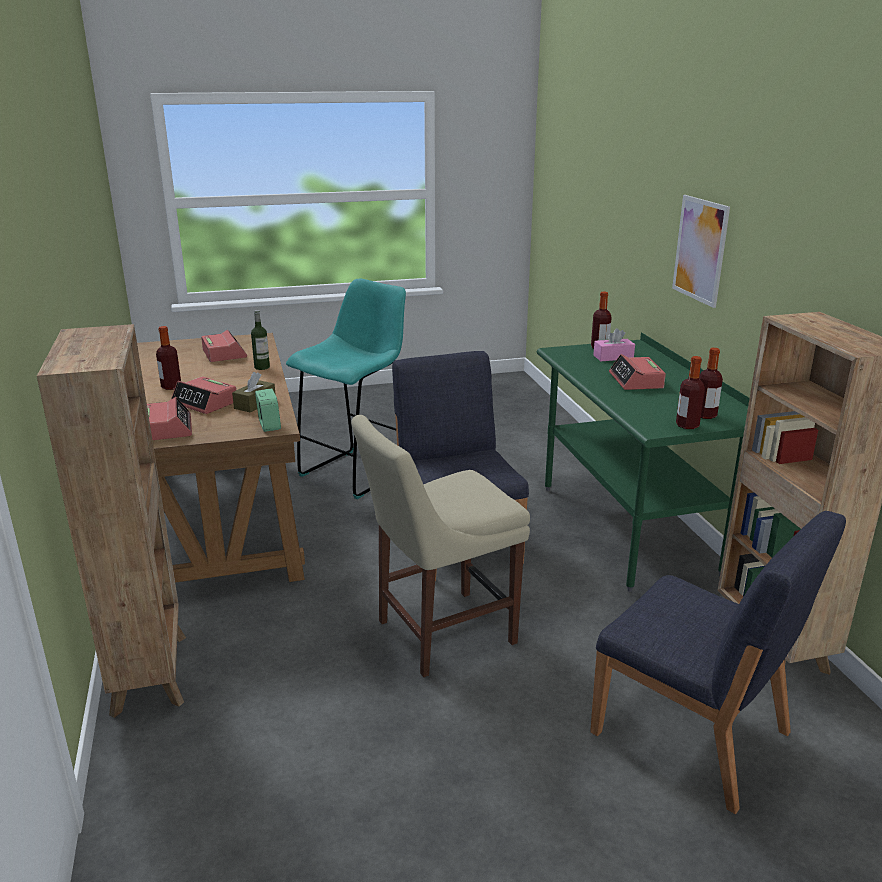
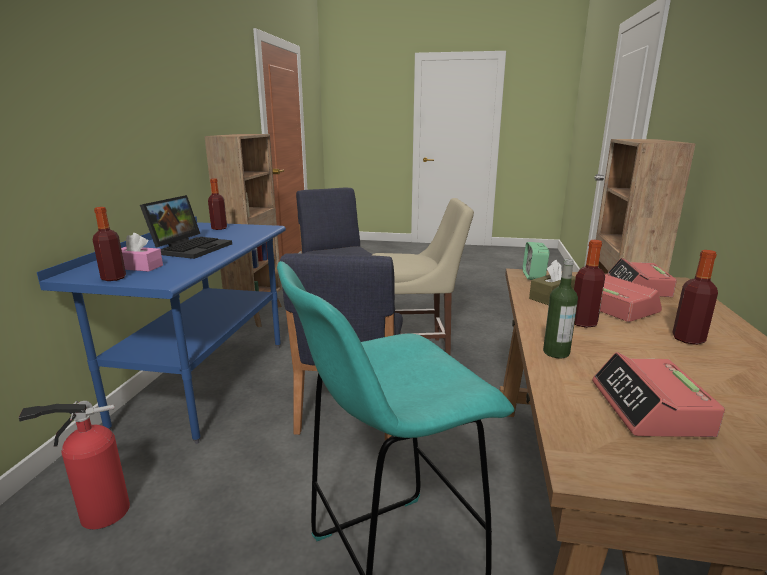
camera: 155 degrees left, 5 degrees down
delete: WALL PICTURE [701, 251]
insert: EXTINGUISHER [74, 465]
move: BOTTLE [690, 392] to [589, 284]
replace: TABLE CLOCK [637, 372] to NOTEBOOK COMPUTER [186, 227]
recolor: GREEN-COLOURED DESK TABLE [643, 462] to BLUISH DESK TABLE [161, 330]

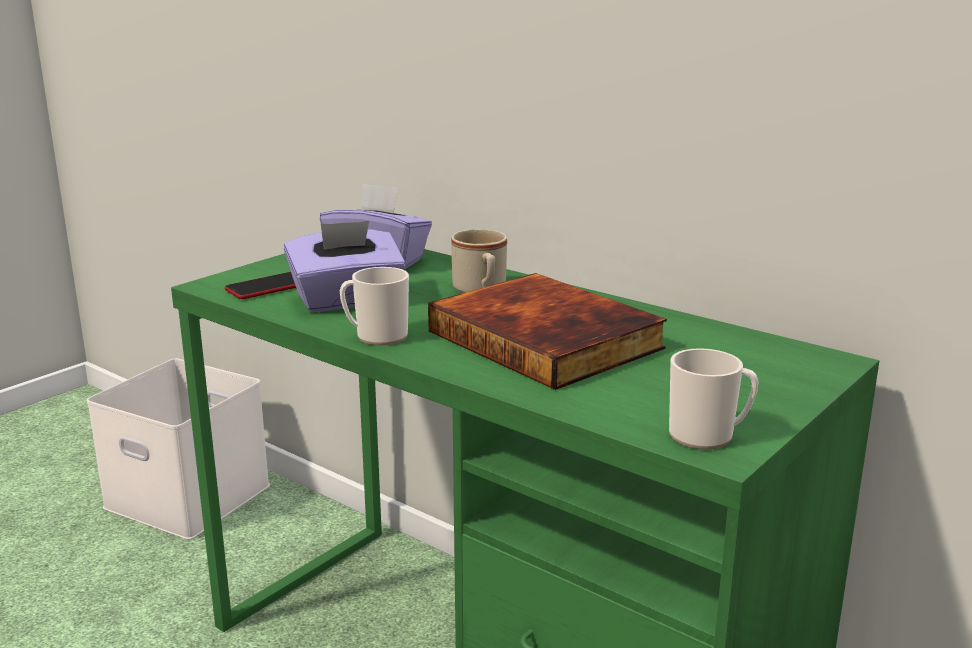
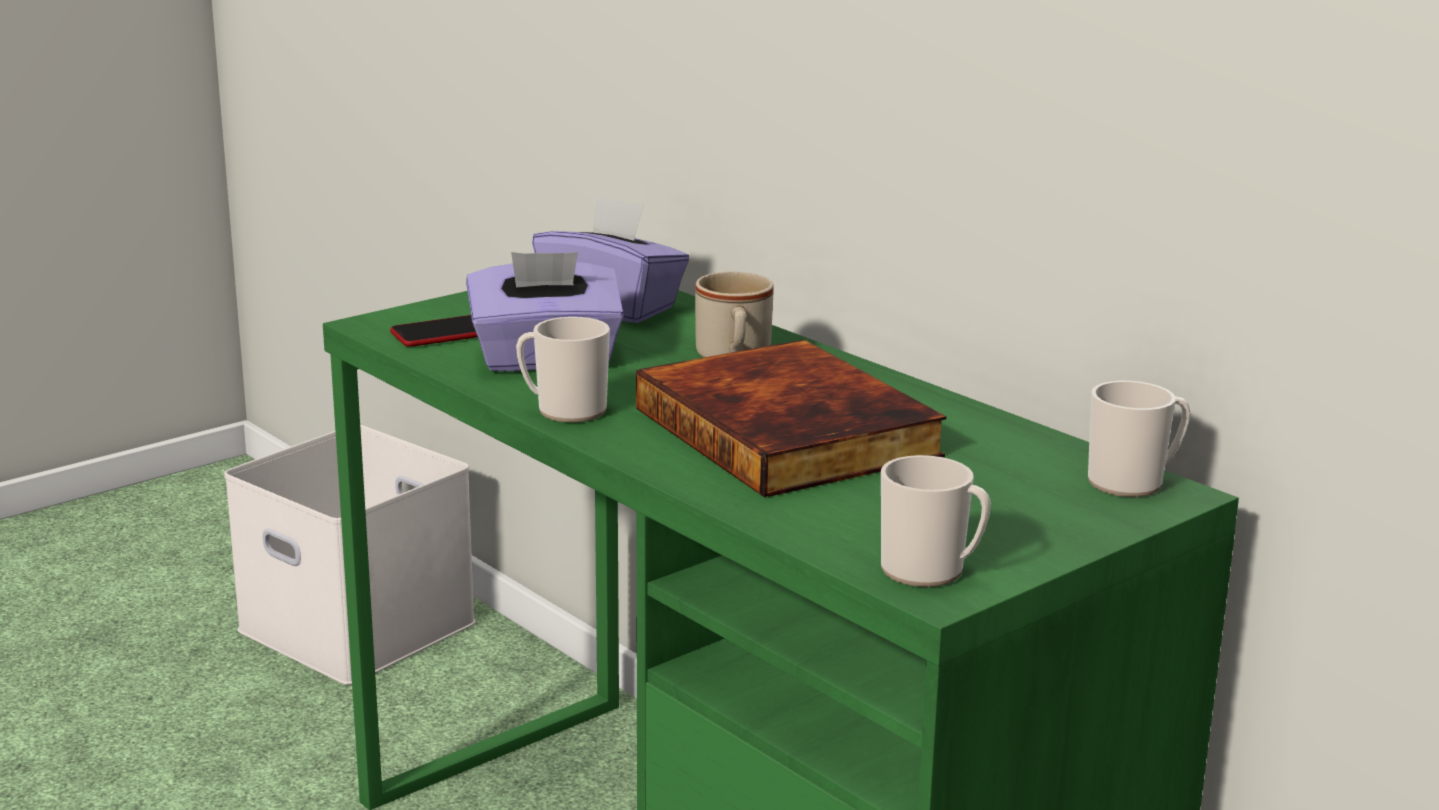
camera: 10 degrees right, 0 degrees up
insert: TEA MUG [1139, 439]

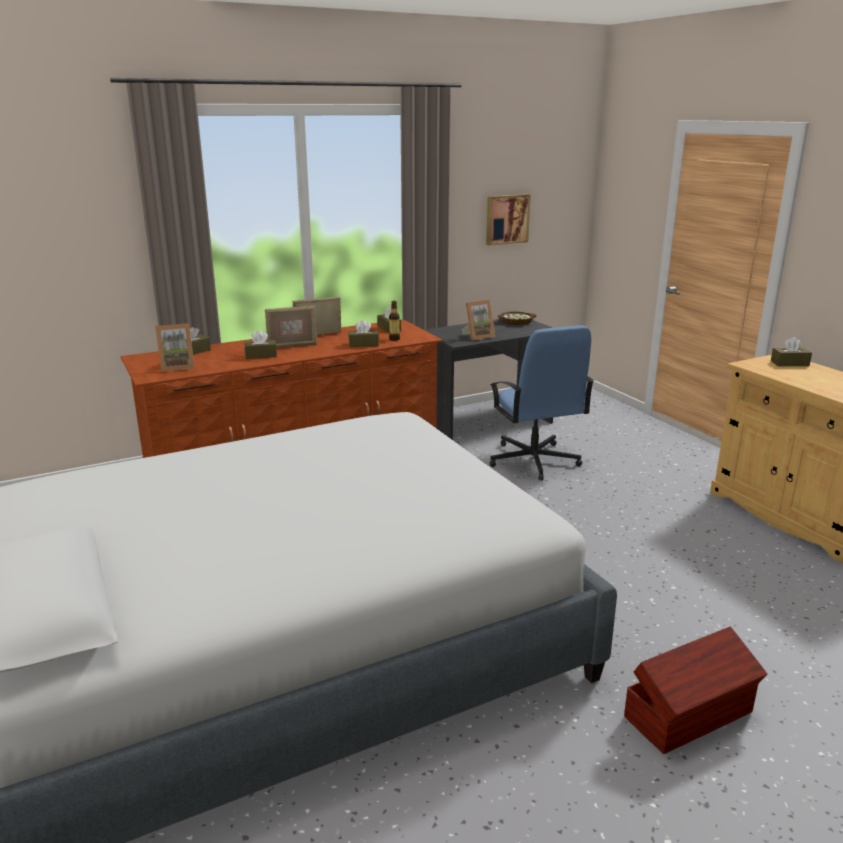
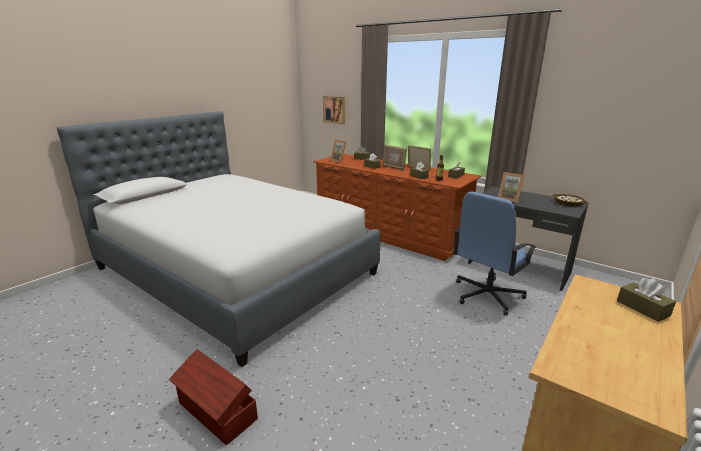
camera: 65 degrees right, 0 degrees up
move: WALL PICTURE [508, 220] to [334, 110]

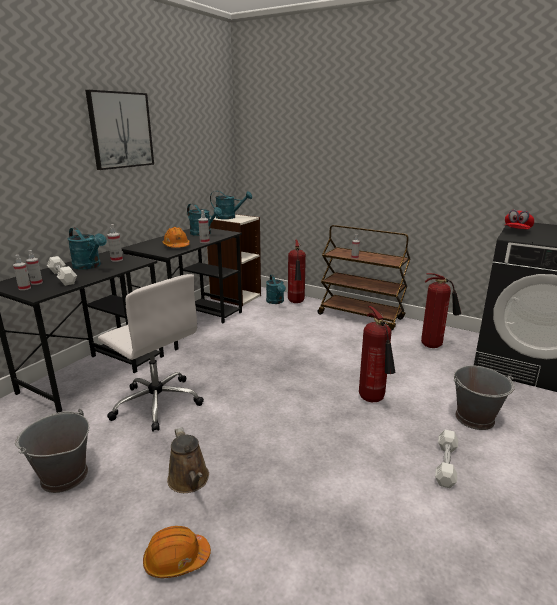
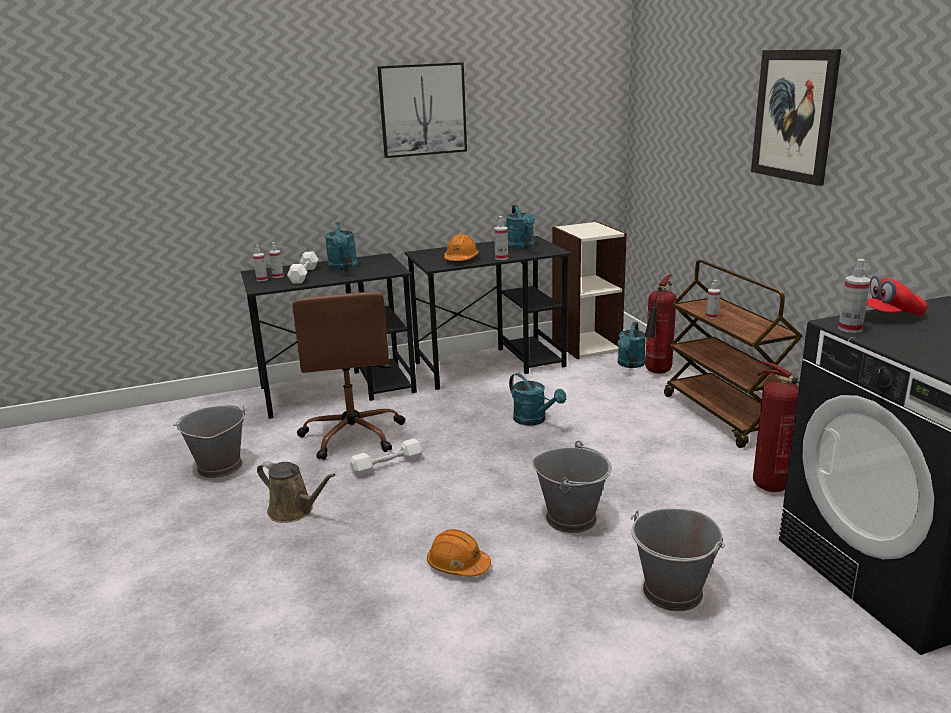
camera: 40 degrees right, 0 degrees up
insert: WALL PICTURE [796, 117]
move: SPRAY BOTTLE [115, 243] to [854, 296]; ORANGE HARD HAT [177, 552] to [459, 553]; TURQUOISE SPRINKLING CAN [231, 205] to [537, 399]; WHITE-COLOURED DUMBBELL [446, 459] to [386, 457]
replace: EXTINGUISHER [377, 354] to GREYISH WATER BUCKET [572, 487]
recolor: WHITE-COLOURED DESK CHAIR [151, 353] to BROWN-COLOURED DESK CHAIR [348, 376]
rotate: BROWN-COLOURED SPRINKLING CAN [188, 460] = [296, 492] 75 degrees counterclockwise

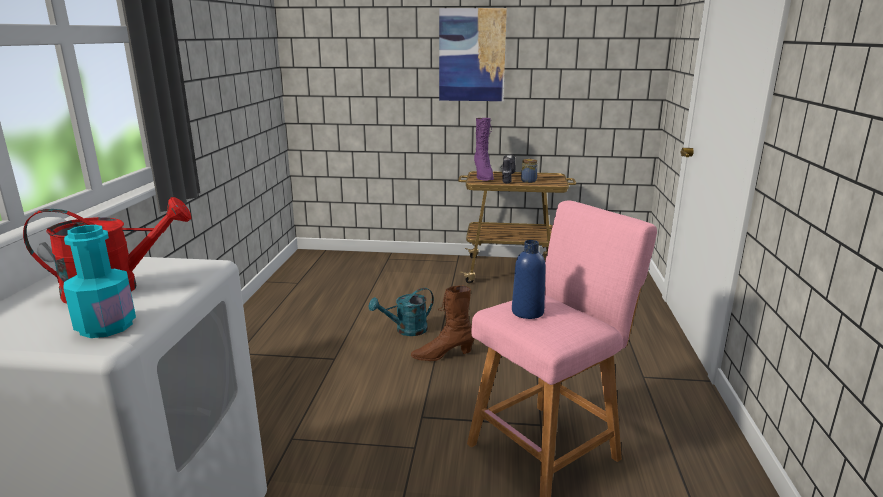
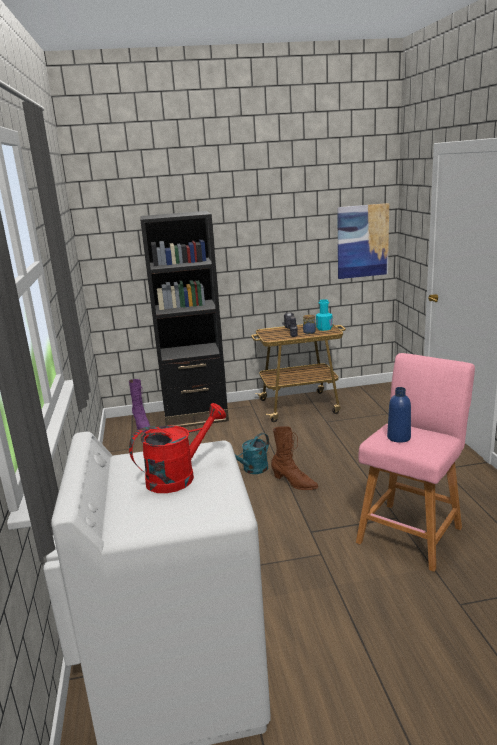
camera: 15 degrees left, 0 degrees up
insert: BLACK-COLOURED SHELVING UNIT [184, 319]
move: TURQUOISE BOTTLE [99, 281] to [324, 315]; WALL PICTURE [473, 54] to [363, 241]; PURPLE-COLOURED BOOT [484, 149] to [139, 405]
rotate: BROWN-COLOURED BOOT [442, 323] = [294, 458] 120 degrees counterclockwise

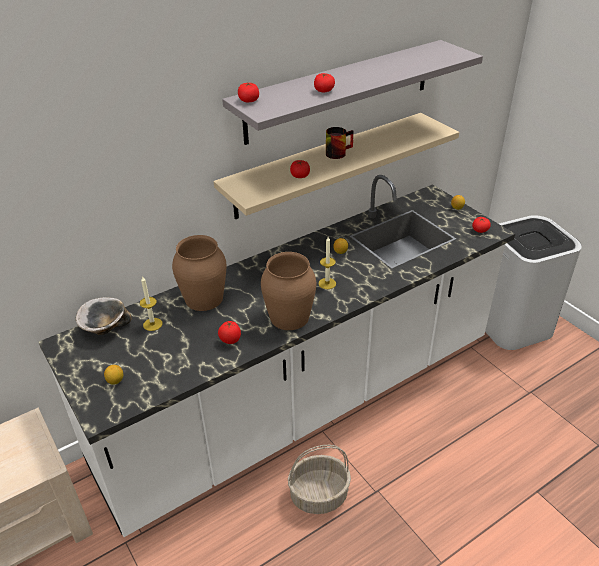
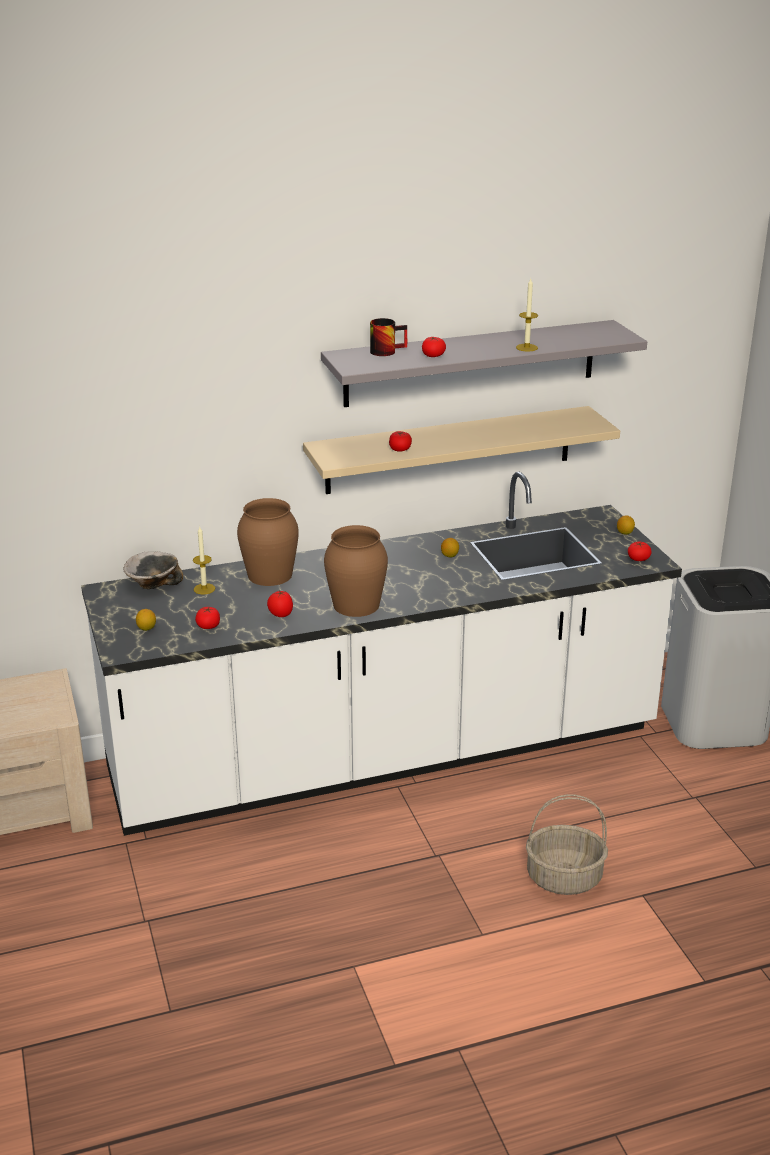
camera: 15 degrees right, 10 degrees down
move: FRESH TOMATO [248, 92] to [207, 617]; BASKET [319, 479] to [567, 844]; WAX LIGHT [327, 263] to [527, 315]; TEA MUG [339, 143] to [388, 337]

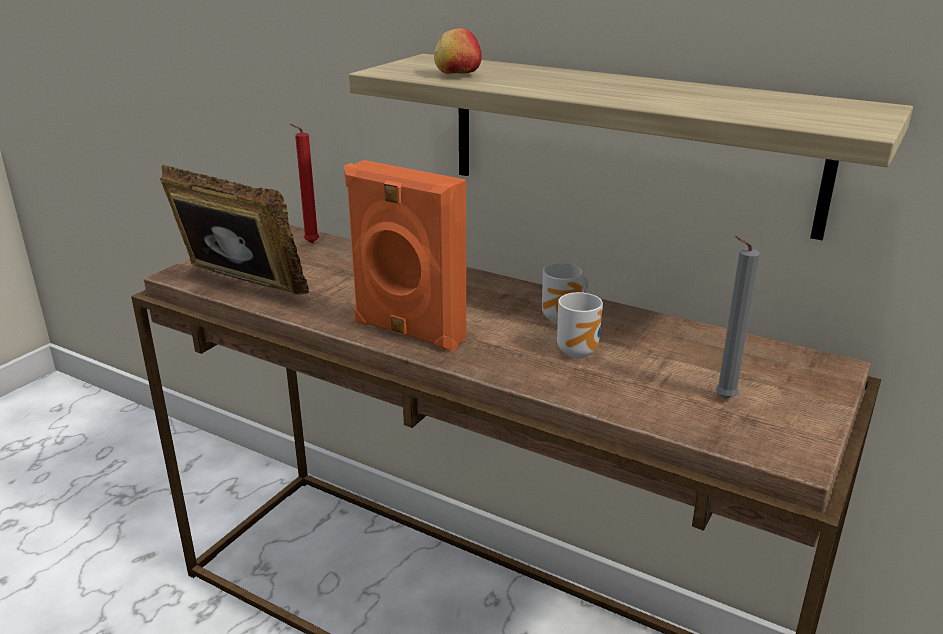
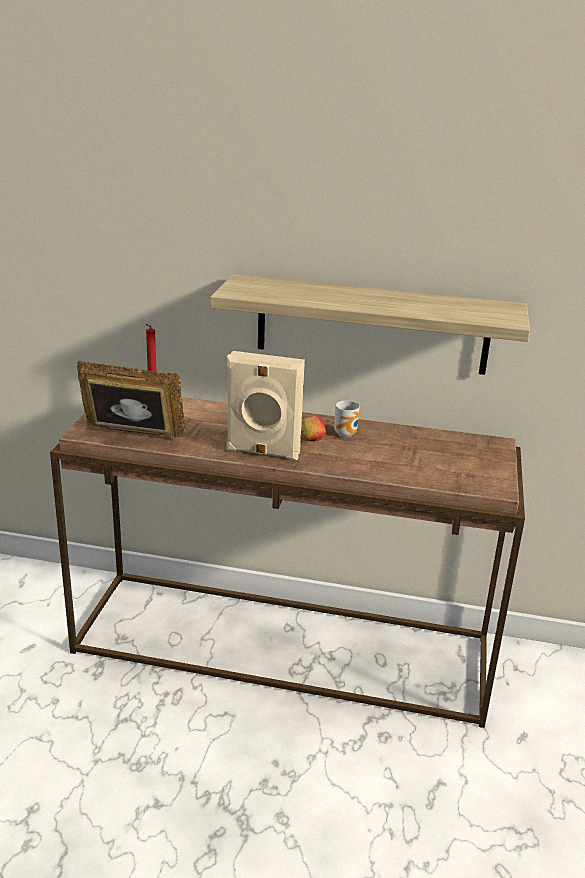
camera: 20 degrees left, 0 degrees up
delete: TEA MUG [580, 325]; GREYISH WAX LIGHT [738, 317]
move: WHOLE APPLE [458, 51] to [313, 428]
recolor: ORANGE AUDIO SPEAKER [405, 256] to BEIGE-COLOURED AUDIO SPEAKER [265, 405]

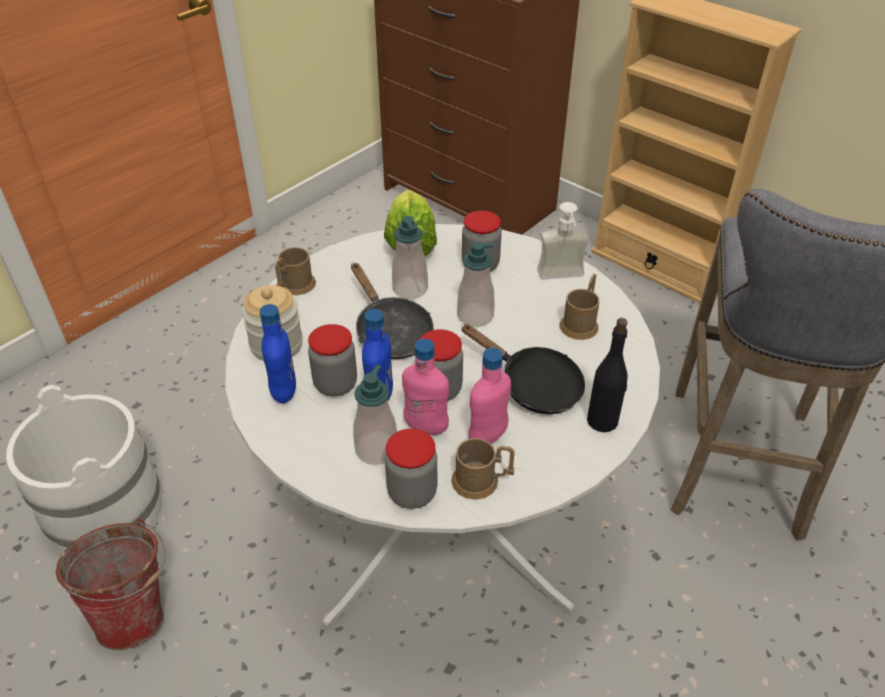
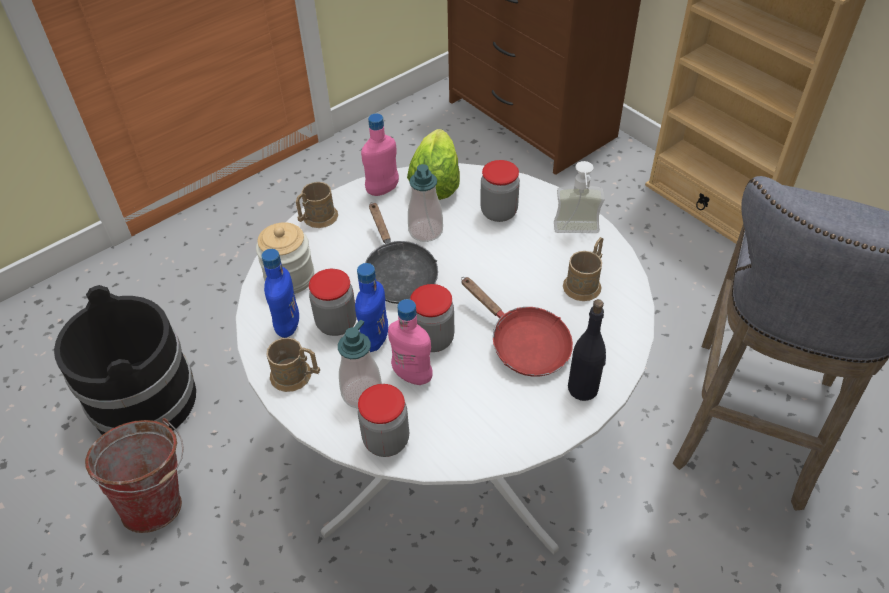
camera: 10 degrees right, 5 degrees up
delete: SOAP DISPENSER [475, 284]
move: BROWN-COLOURED TEA MUG [483, 469] to [293, 364]; PINKISH BOTTLE [489, 396] to [380, 154]
recolor: WHITE-COLOURED WATER BUCKET [84, 469] to BLACK-COLOURED WATER BUCKET [125, 360]; BLACK-COLOURED SKILLET [523, 369] to REDDISH SKILLET [517, 327]

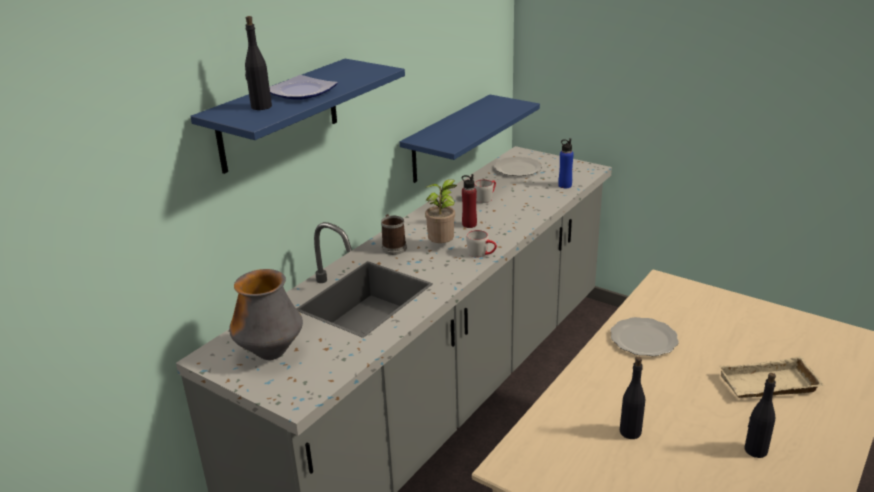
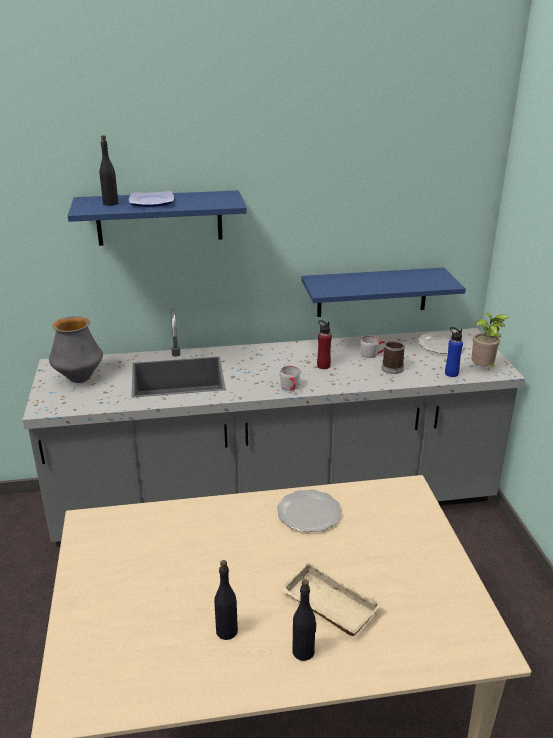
camera: 45 degrees right, 0 degrees up
move: TEA MUG [394, 234] to [393, 356]; POTTED PLANT [441, 211] to [490, 340]; BLACK-COLOURED BOTTLE [632, 397] to [304, 620]

